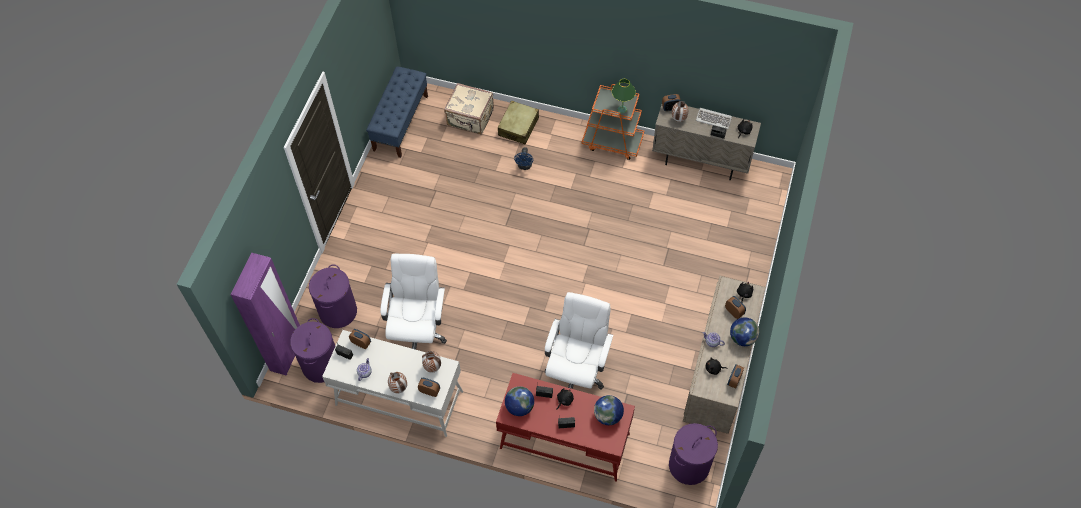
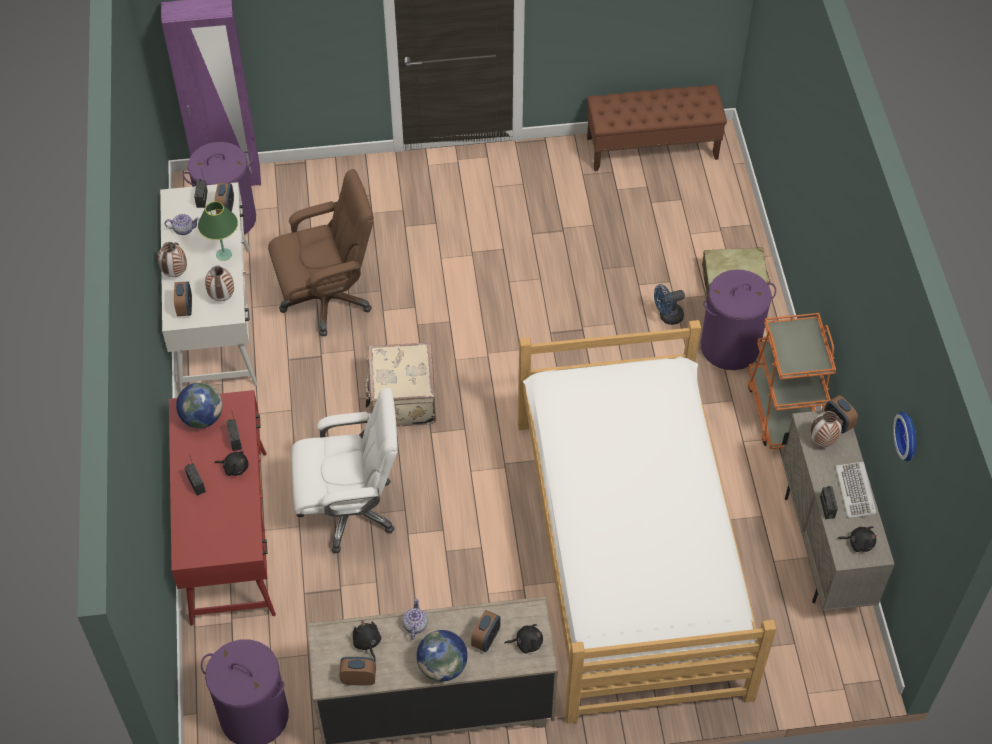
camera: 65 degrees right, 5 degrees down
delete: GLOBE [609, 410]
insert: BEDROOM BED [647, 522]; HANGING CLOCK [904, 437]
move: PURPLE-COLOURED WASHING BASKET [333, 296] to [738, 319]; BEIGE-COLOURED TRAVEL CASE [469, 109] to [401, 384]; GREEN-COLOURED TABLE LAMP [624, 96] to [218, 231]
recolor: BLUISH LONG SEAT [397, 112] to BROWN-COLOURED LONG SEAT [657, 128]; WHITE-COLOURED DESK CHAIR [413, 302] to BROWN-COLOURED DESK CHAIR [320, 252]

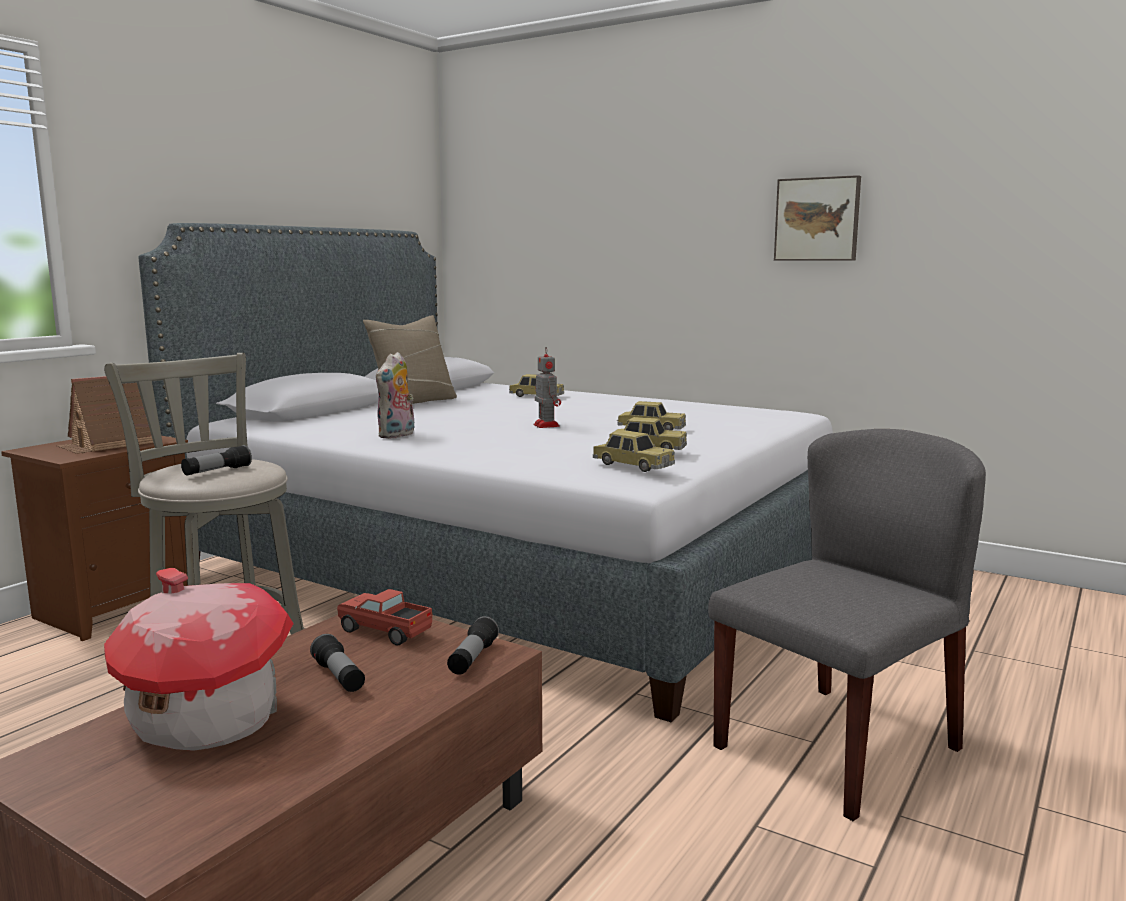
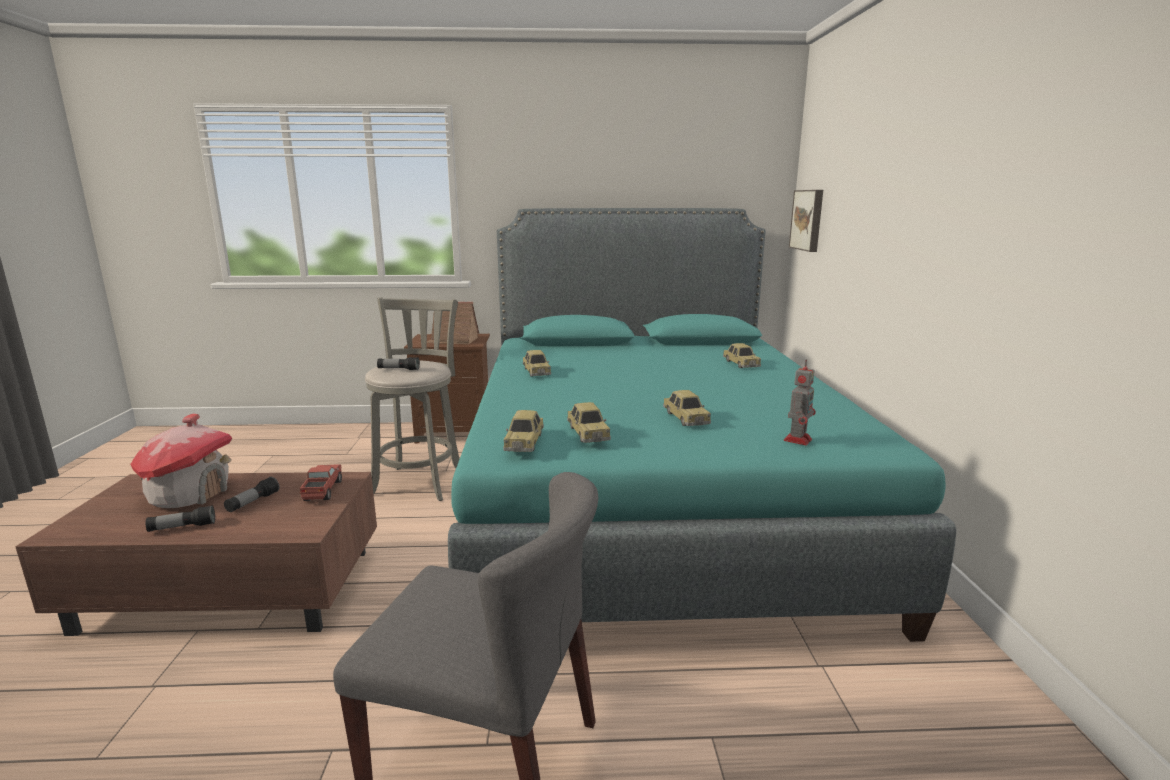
camera: 55 degrees right, 5 degrees up
delete: BEIGE-COLOURED CUSHION [410, 359]
move: FLASHLIGHT [473, 645] to [180, 518]; MODEL ROBOT [547, 387] to [800, 402]; WALL PICTURE [817, 218] to [806, 221]
replace: PLUSH TOY [395, 395] to MODEL CAR [537, 363]
recolor: GREYISH BEDROOM BED [486, 473] to TURQUOISE BEDROOM BED [702, 425]

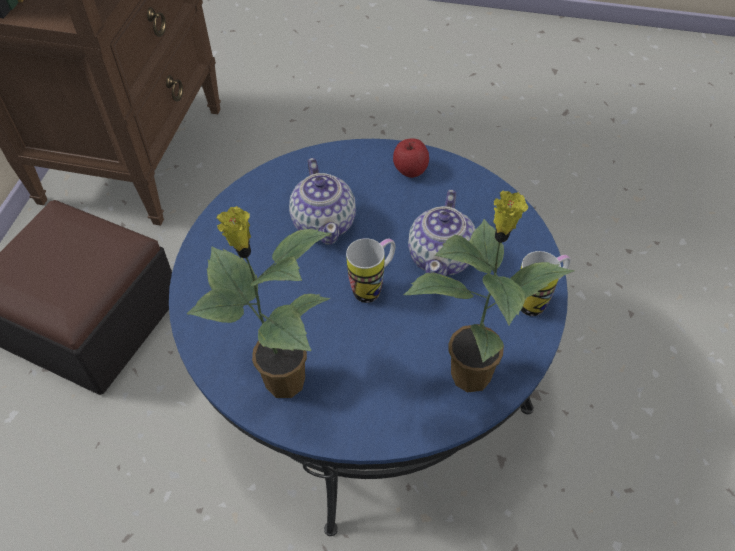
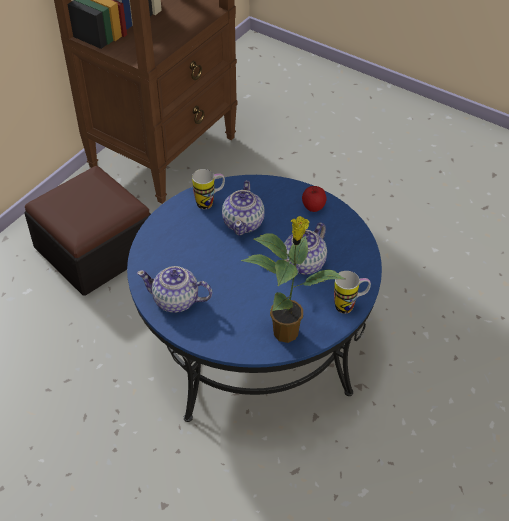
camera: 20 degrees right, 5 degrees down
move: TEA MUG [370, 270] to [208, 189]
replace: POTTED PLANT [259, 302] to TEA POT [174, 289]

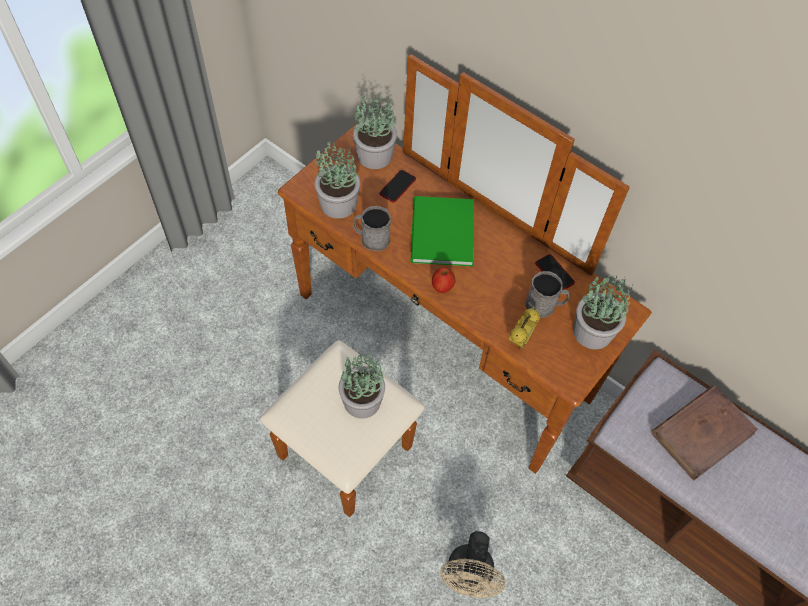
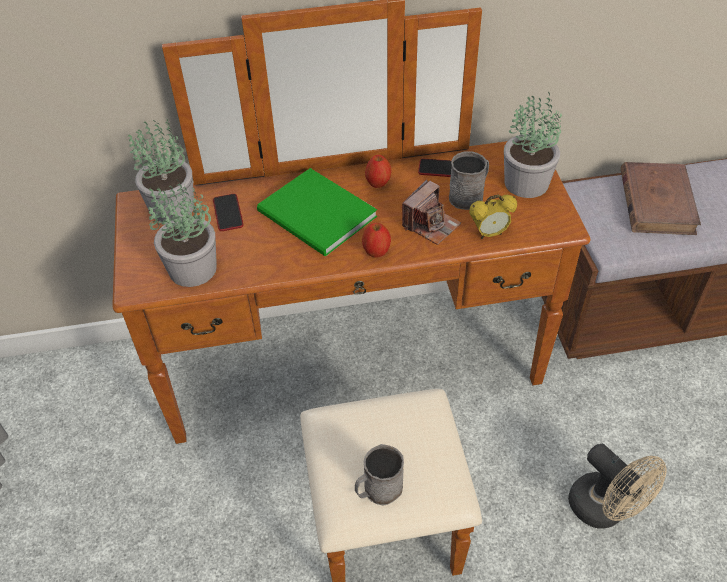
camera: 45 degrees left, 10 degrees down
delete: POTTED PLANT [361, 385]
insert: WHOLE APPLE [378, 171]; PHOTO CAMERA [431, 212]
move: GREYISH TEA MUG [372, 228] to [379, 475]
rotate: TABLE CLOCK [524, 328] = [493, 216] 90 degrees clockwise

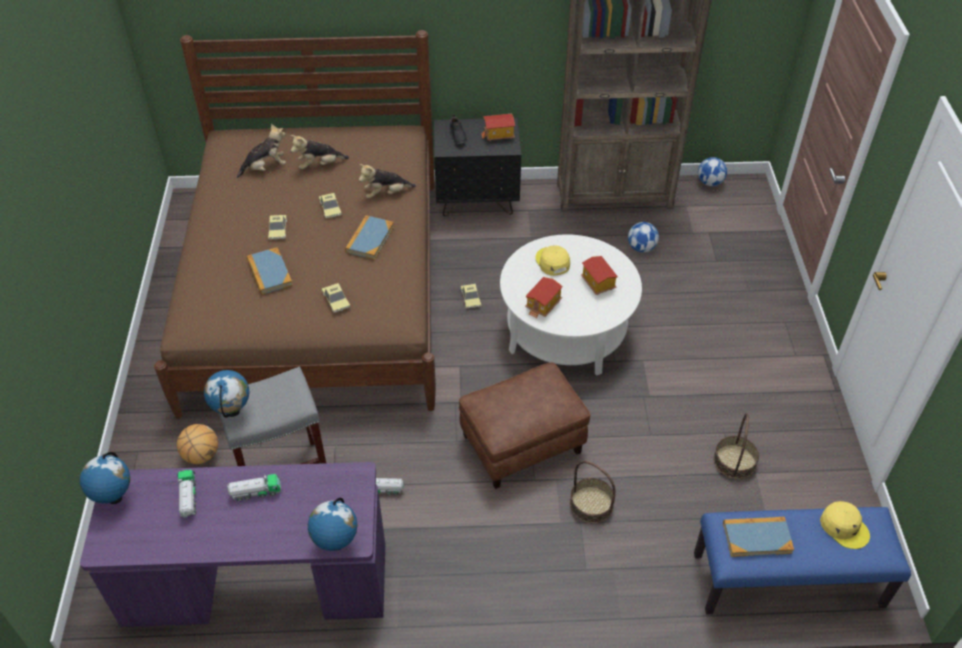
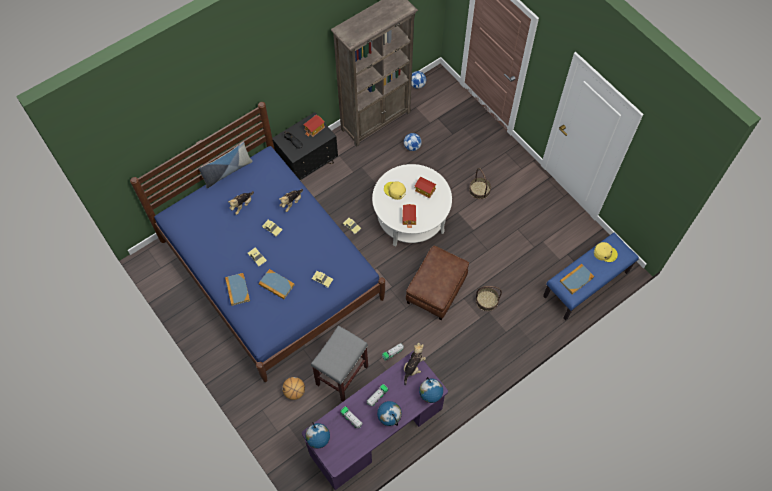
camera: 35 degrees left, 15 degrees up
insert: CUSHION [225, 165]
move: GLOBE [226, 394] to [389, 413]; PLUSH TOY [261, 151] to [415, 364]; BOOK [369, 237] to [237, 289]; BASKET [736, 446] to [480, 183]
recolor: BROWN-COLOURED BEDROOM BED [295, 224] to BLUISH BEDROOM BED [257, 242]

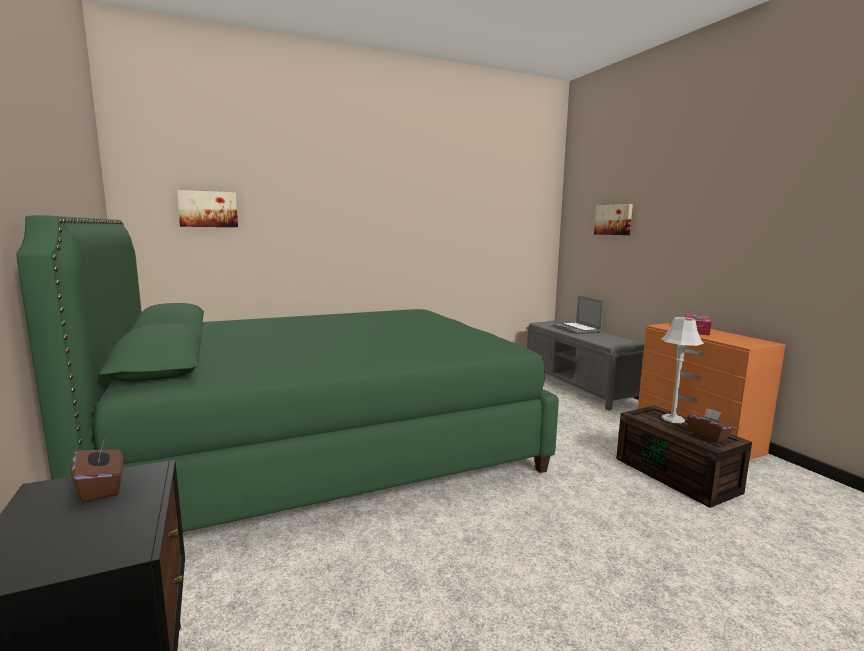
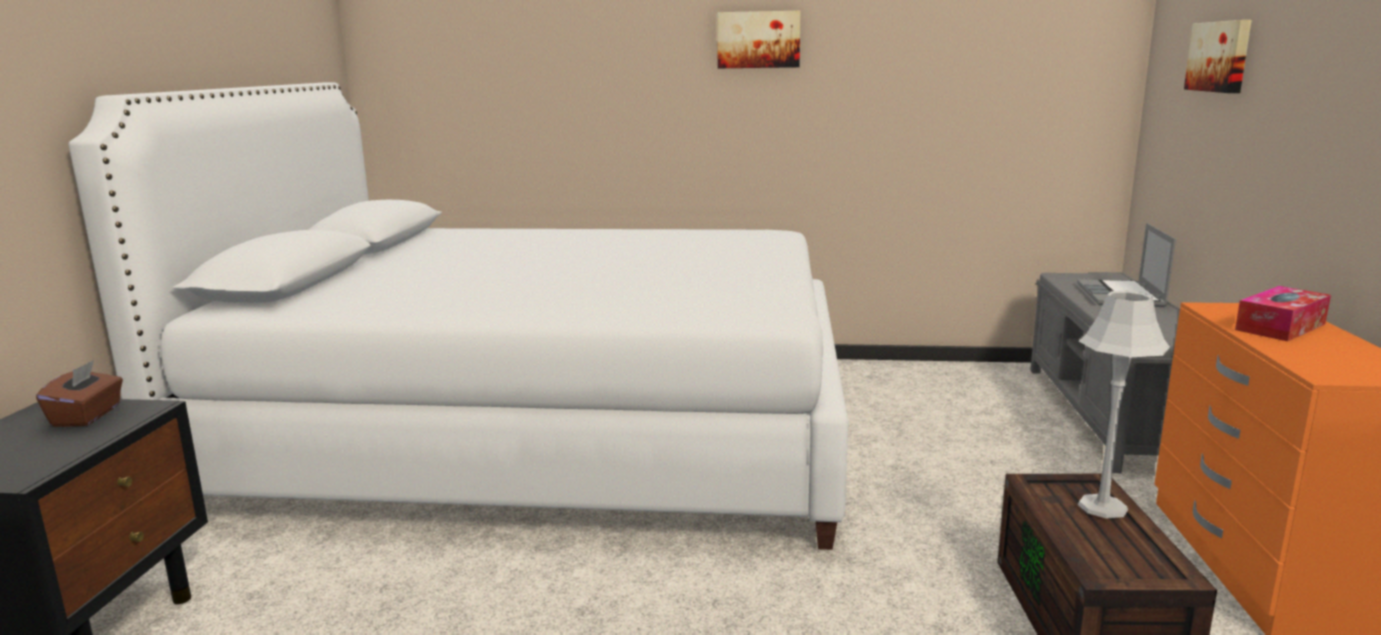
camera: 30 degrees right, 5 degrees up
delete: BROWN-COLOURED TISSUE BOX [710, 425]
move: WALL PICTURE [207, 208] to [759, 39]
recolor: GREEN-COLOURED BEDROOM BED [287, 373] to WHITE-COLOURED BEDROOM BED [458, 316]

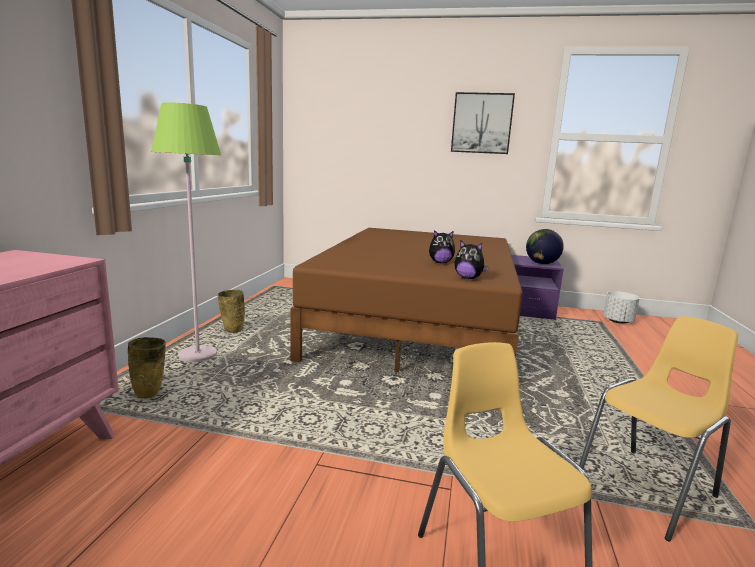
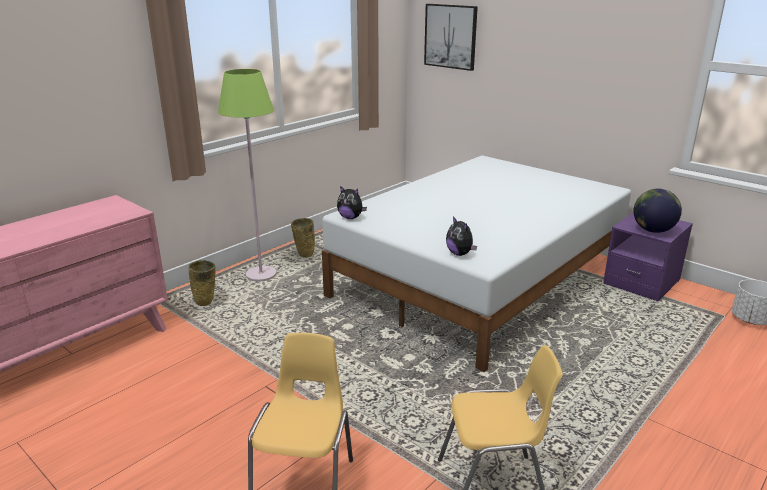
camera: 30 degrees right, 10 degrees up
move: PLUSH TOY [442, 246] to [352, 202]; WALL PICTURE [483, 123] to [451, 37]
recolor: BROWN-COLOURED BEDROOM BED [407, 300] to WHITE-COLOURED BEDROOM BED [476, 264]

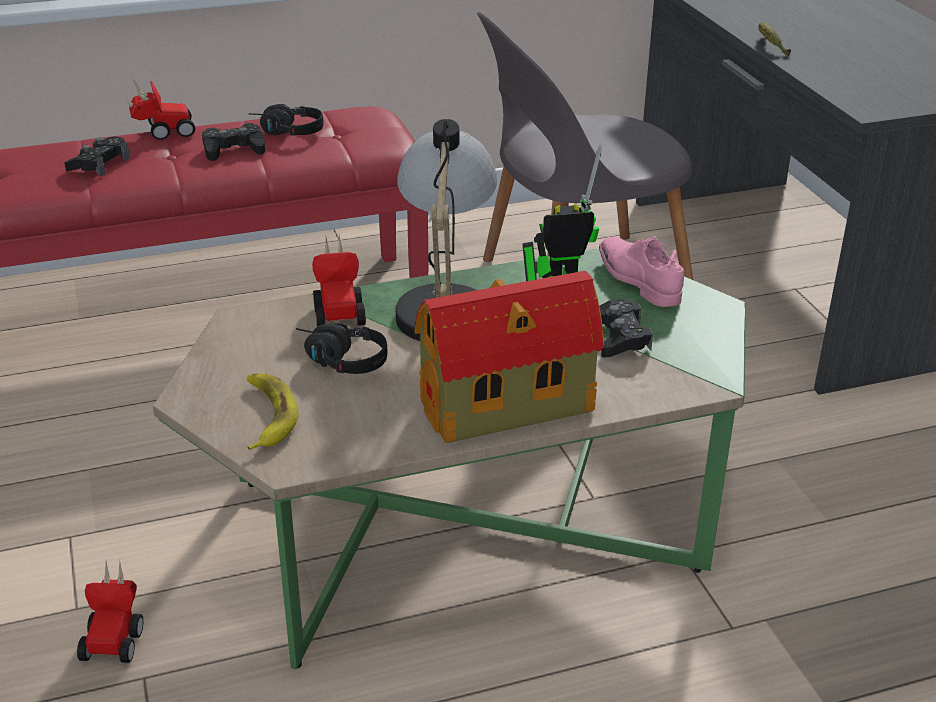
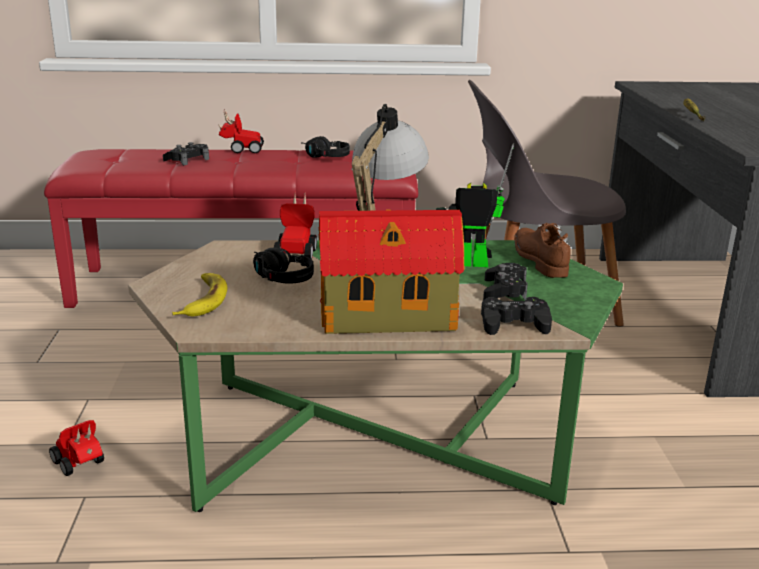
camera: 15 degrees right, 10 degrees down
move: BLACK-COLOURED GAME CONTROLLER [234, 142] to [516, 316]
recolor: PINKISH LOW SHOE [641, 271] to BROWN-COLOURED LOW SHOE [542, 250]
rotate: MODEL CAR [110, 612] = [76, 448] 120 degrees clockwise

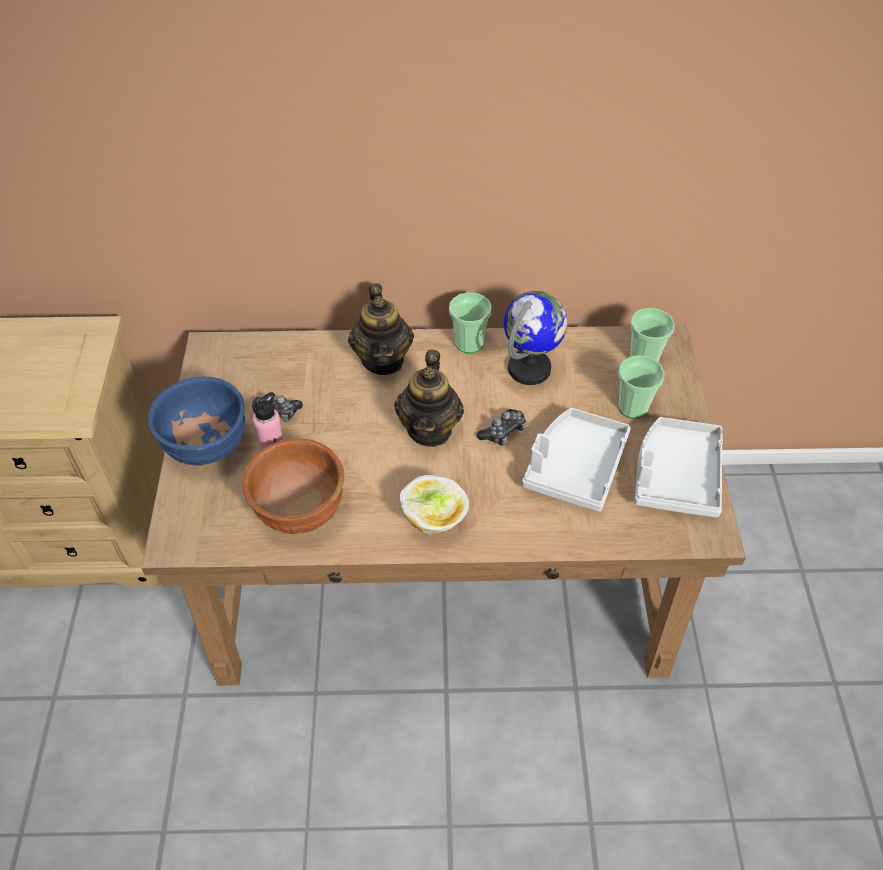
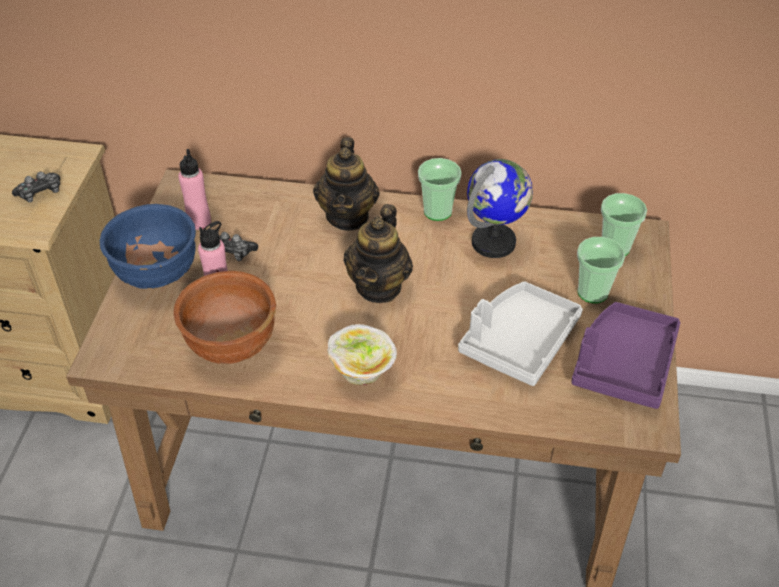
camera: 10 degrees right, 5 degrees down
insert: PINKISH BOTTLE [194, 189]
move: GAME CONTROLLER [502, 427] to [36, 186]
recolor: GREYISH SERVING TRAY [678, 467] to PURPLE-COLOURED SERVING TRAY [625, 355]

